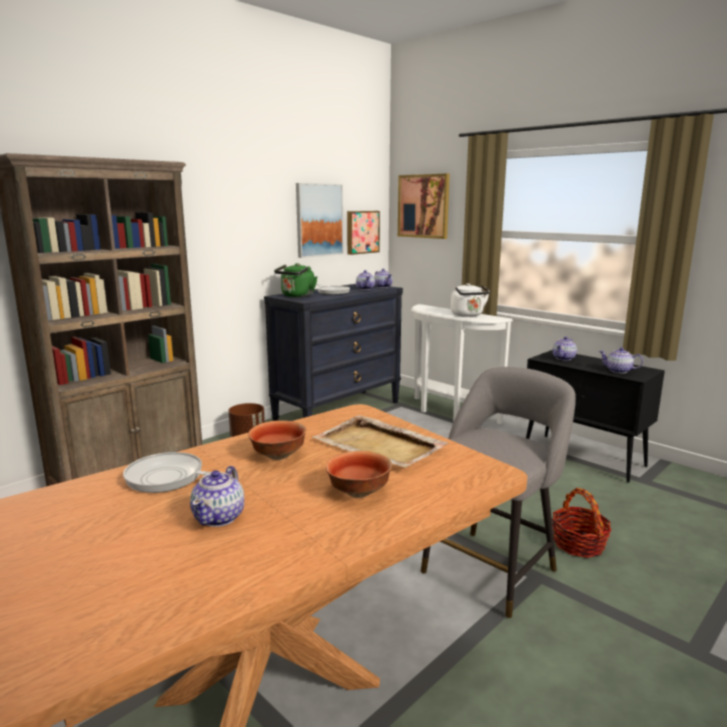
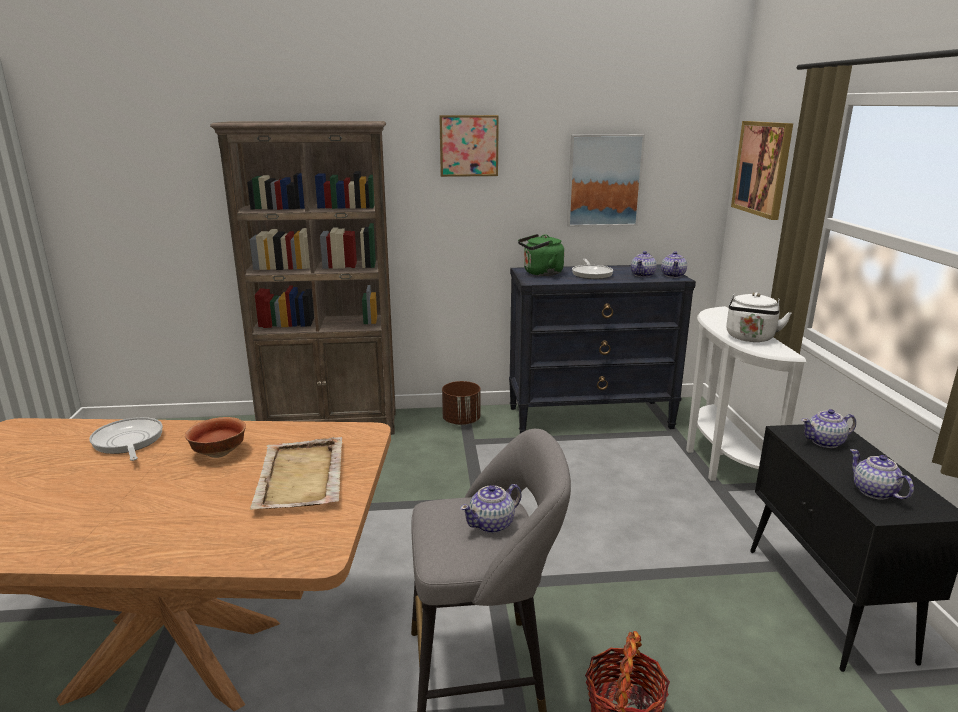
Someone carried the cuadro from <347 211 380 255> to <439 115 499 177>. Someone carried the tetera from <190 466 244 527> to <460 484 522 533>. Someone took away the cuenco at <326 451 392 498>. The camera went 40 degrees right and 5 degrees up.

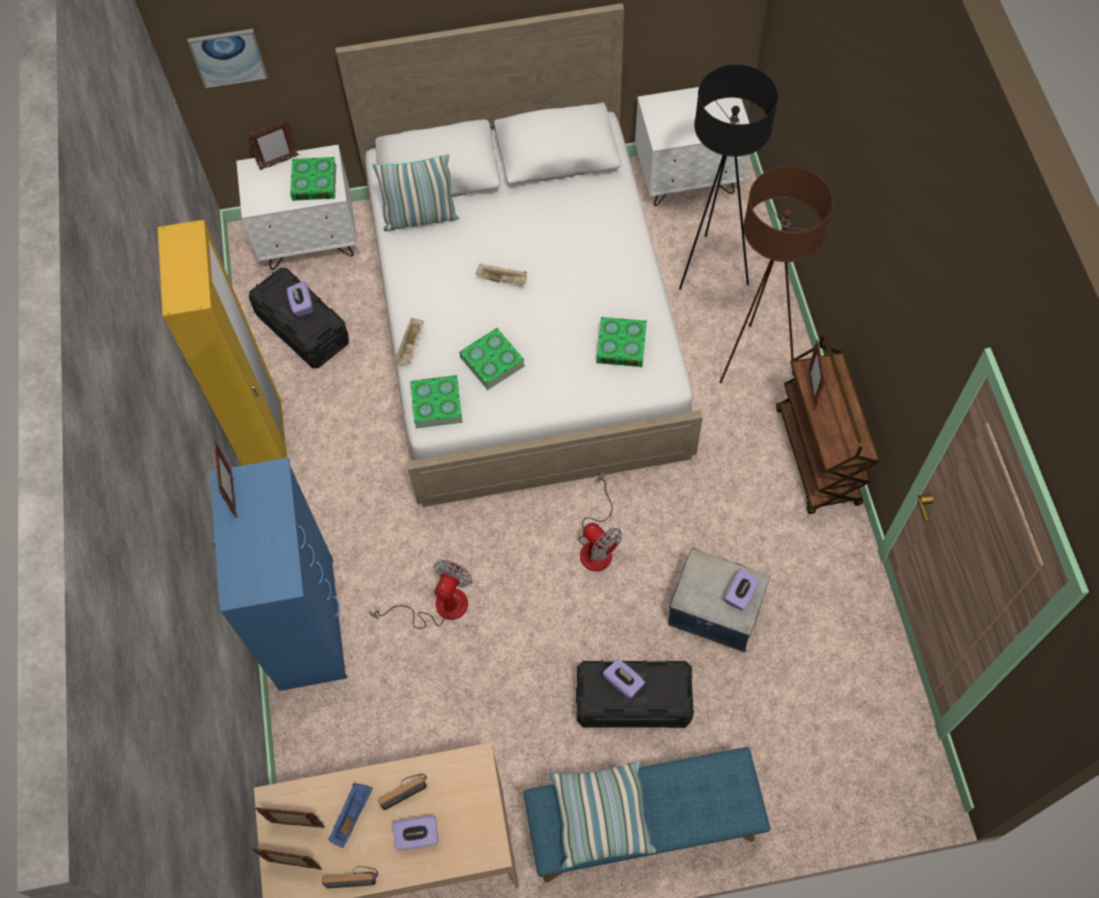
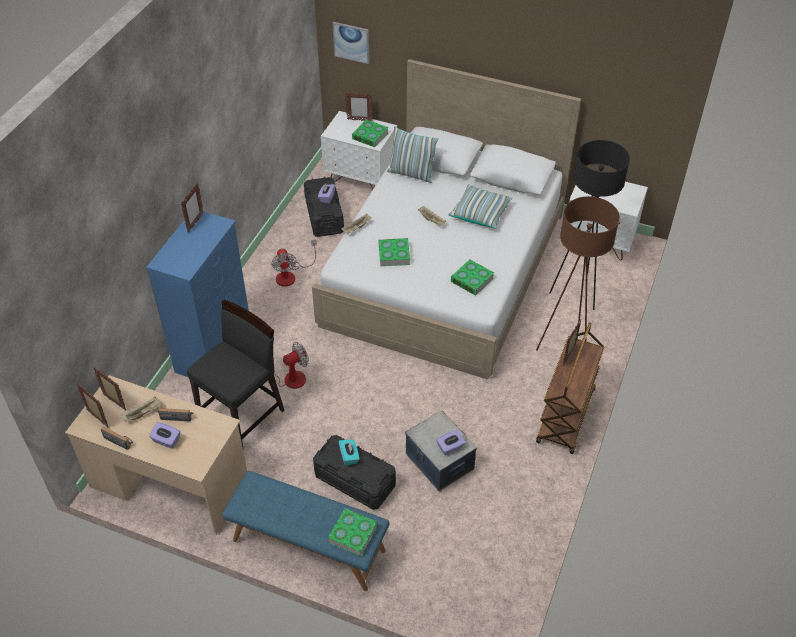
Someone repainted the bandeja/azul at <328 783 373 848>, which became the bandeja/beis at <122 396 162 422>. Someone put down the silla/negro at <187 300 285 447>. Someone carried the ventilador from <578 472 622 571> to <271 240 317 287>. Someone carried the libro from <410 375 463 428> to <328 508 378 557>. Someone repainted the caja de pañuelos/morado at <603 659 645 699>, which became the caja de pañuelos/turquesa at <339 439 359 466>. Someone carried the cojín from <550 760 656 869> to <448 184 513 229>. Someone took away the armario ropero/amarillo at <157 220 287 466>. The camera went 30 degrees right and 15 degrees down.

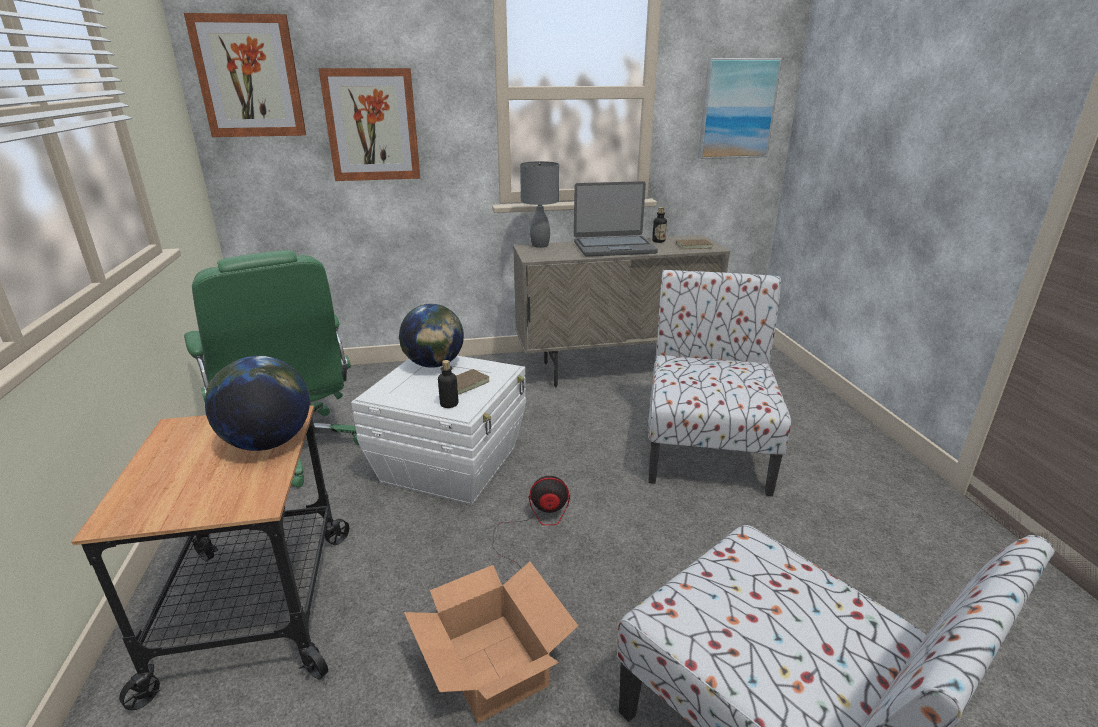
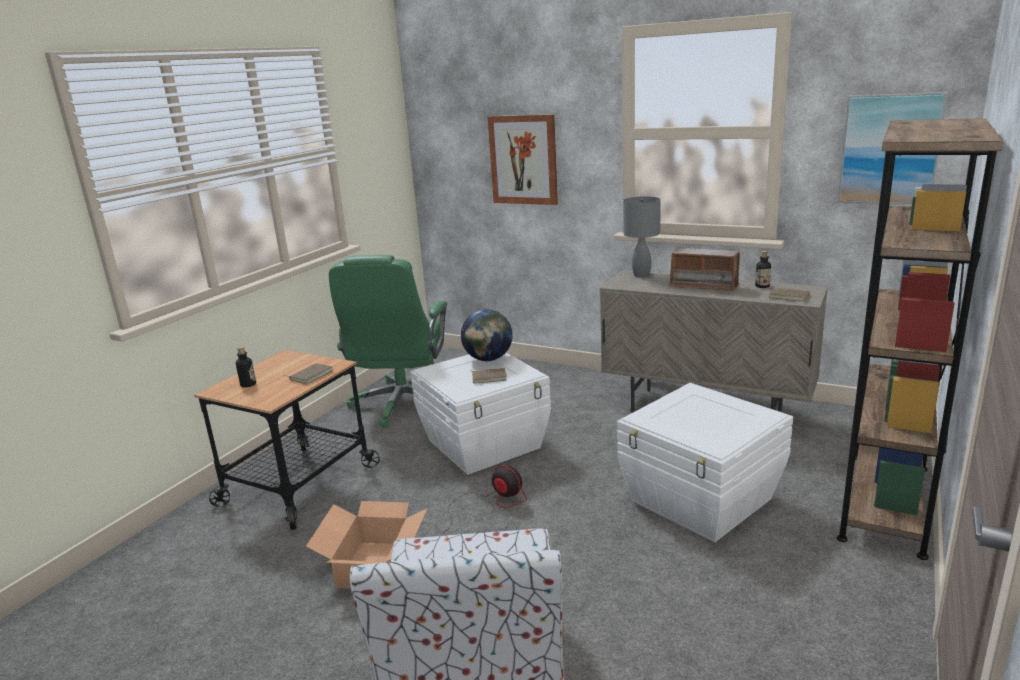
Someone carried the botella from <438 360 458 408> to <236 346 256 388>. Someone swapped the globo terráqueo at <205 356 311 451> for the libro/marrón at <286 363 333 384>. Someone swapped the silla at <648 270 791 496> for the caja de almacenaje/blanco at <617 383 793 542>. Someone swapped the portátil at <574 181 658 257> for the radio at <667 247 740 292>. Someone put down the estantería/marrón at <837 118 1004 560>. Someone took away the cuadro at <184 13 306 137>. The camera went 40 degrees right and 5 degrees down.

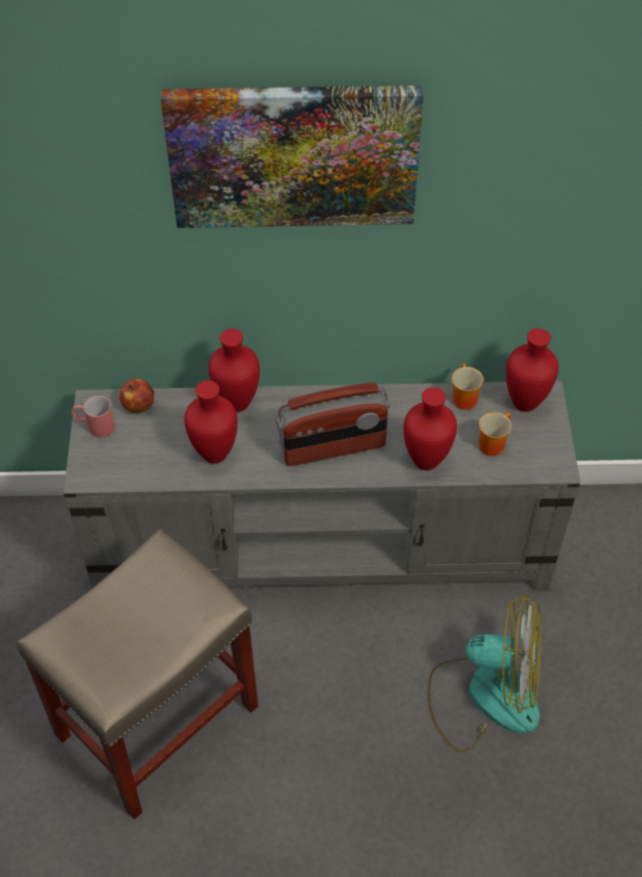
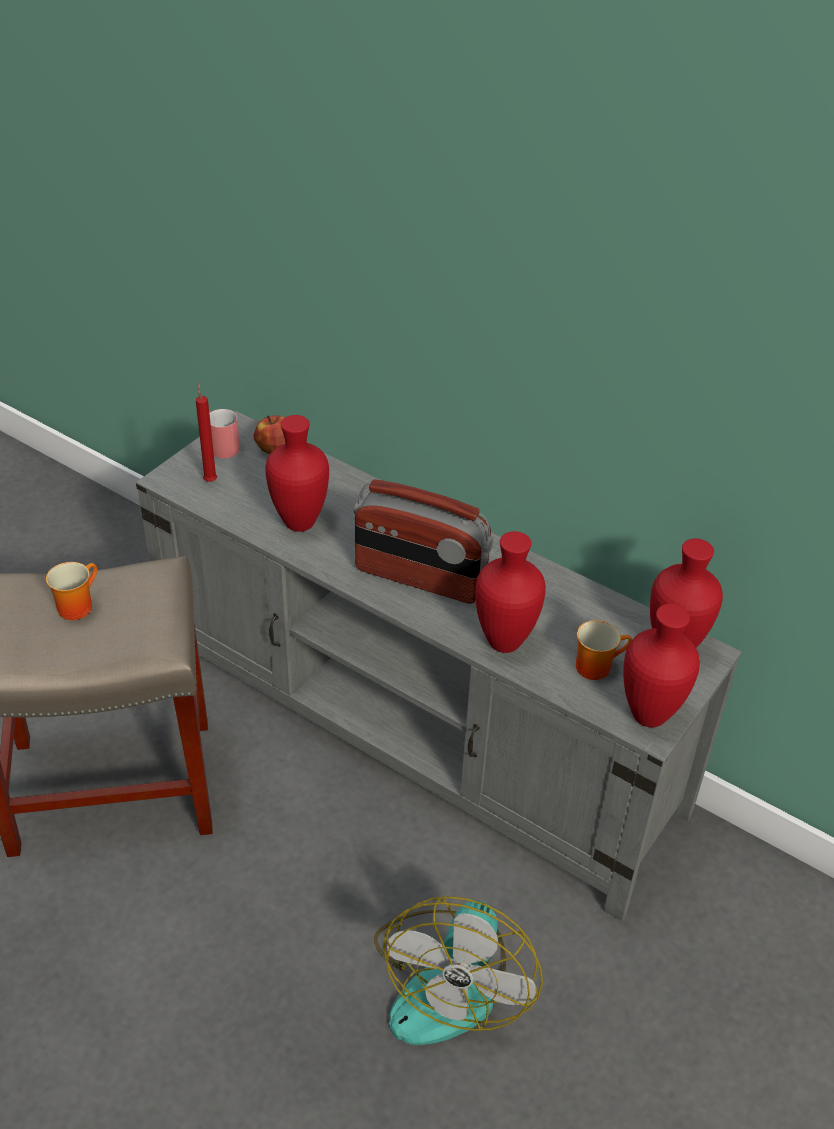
Someone carried the taza grande from <452 364 484 410> to <46 562 97 620>. Someone put down the vela/rojo at <196 382 217 482>. Someone rotated the ventilador at <427 595 541 753> by 60 degrees clockwise. Someone carried the florero/rojo from <208 329 260 412> to <623 604 700 728>. Someone took away the cuadro at <161 85 424 228>. The camera went 35 degrees right and 10 degrees down.

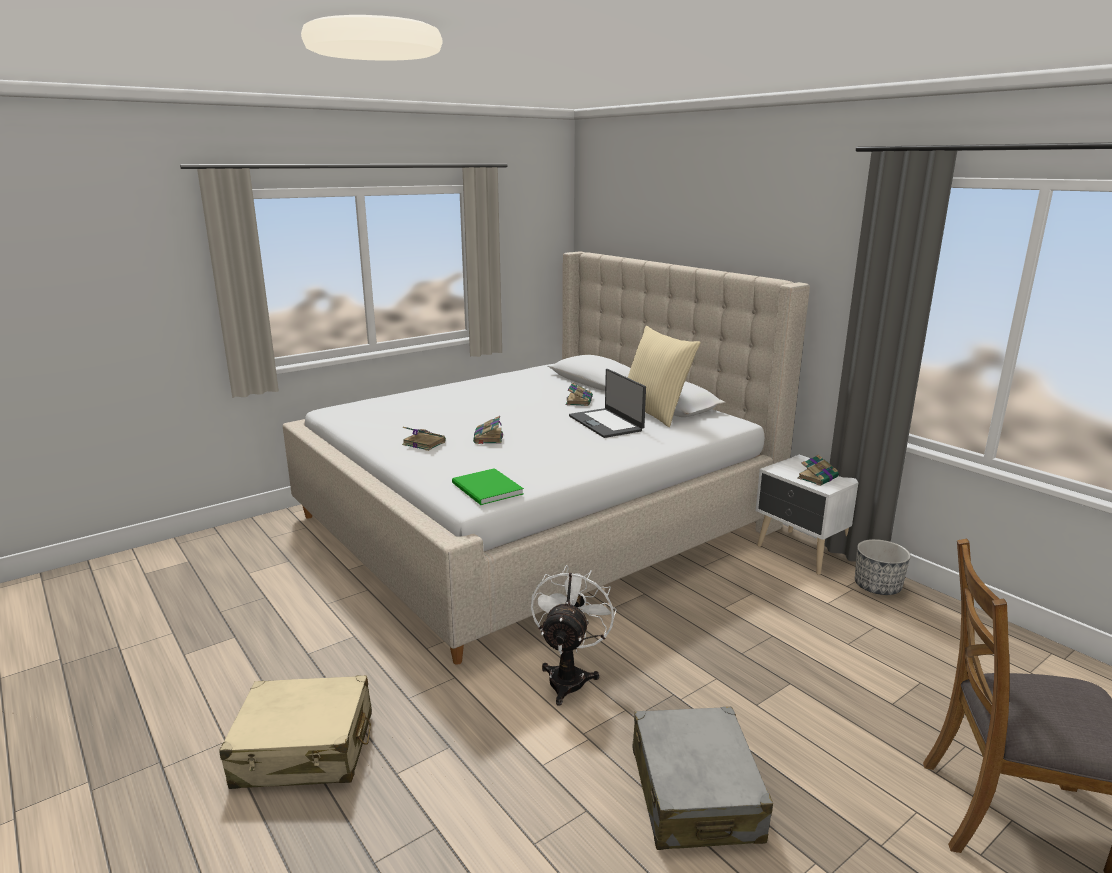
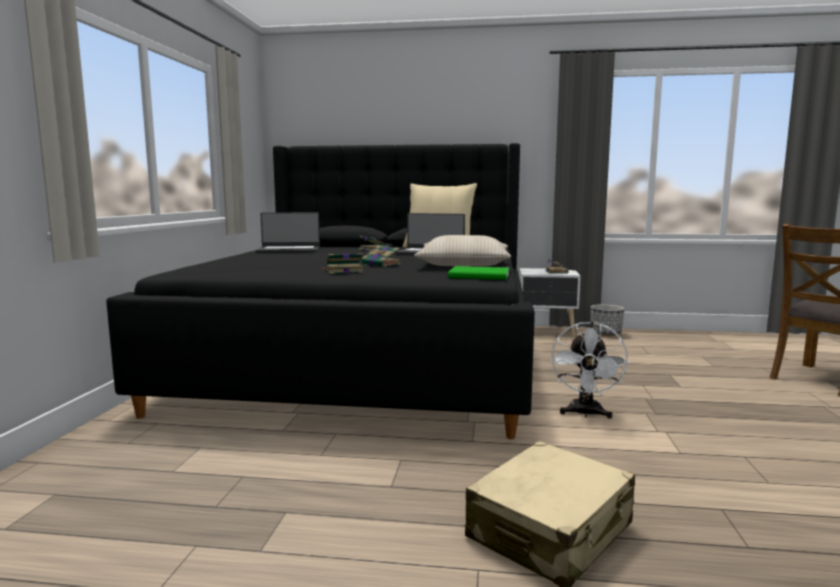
Someone repainted the cama/beis at <283 252 810 665>, which became the cama/negro at <106 143 535 439>. Someone put down the portátil at <256 212 320 252>. Someone put down the cojín/beis at <414 235 511 267>. Someone rotated the ventilador/blanco at <531 565 617 706> by 135 degrees counterclockwise. Someone took away the maleta/gris at <632 707 773 850>. The camera went 45 degrees left and 10 degrees down.

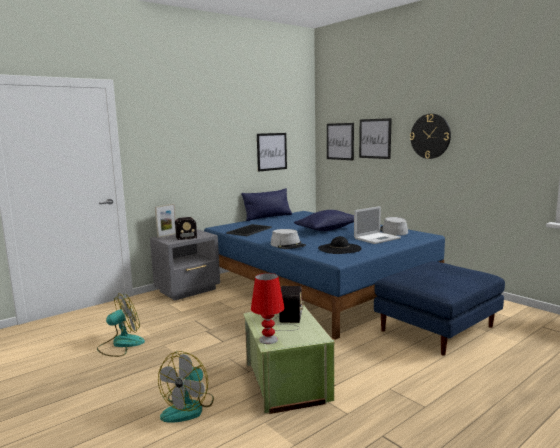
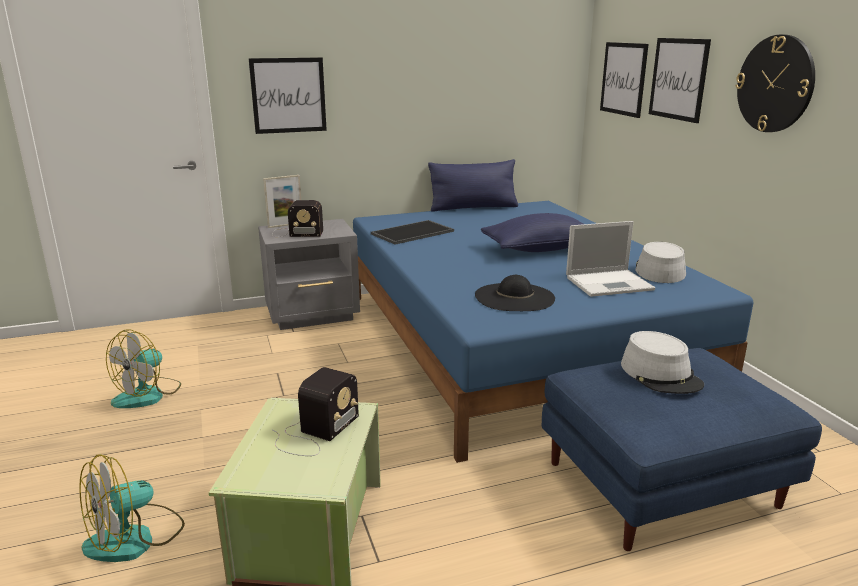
Someone rotated the ventilador at <97 293 145 357> by 135 degrees clockwise. Someone carried the cuadro from <257 133 287 172> to <249 57 327 134>. Someone carried the sombrero/gris from <270 229 306 249> to <621 331 704 394>. Someone took away the lámpara de mesa/rojo at <251 273 285 344>. The camera went 20 degrees right and 10 degrees up.

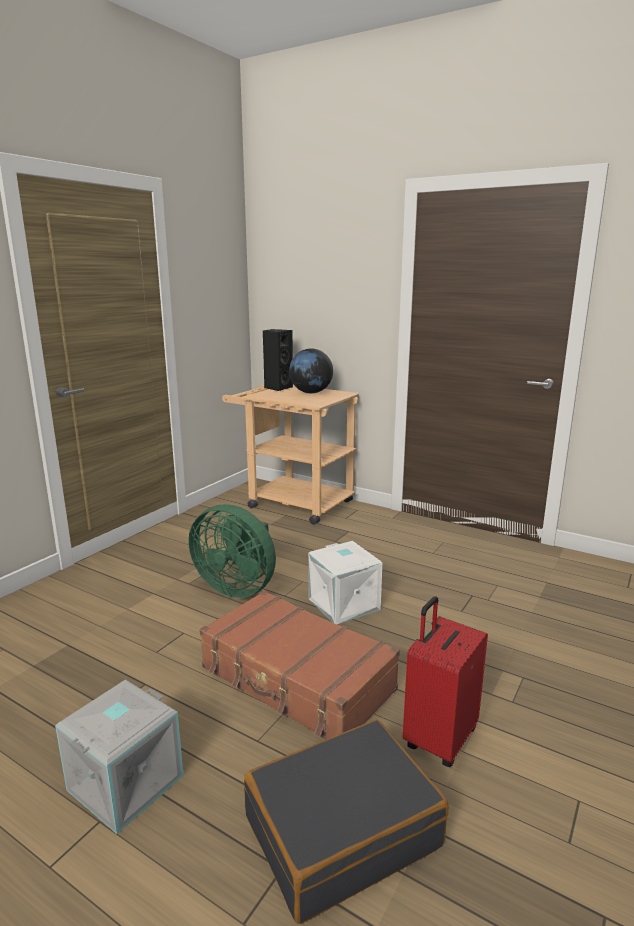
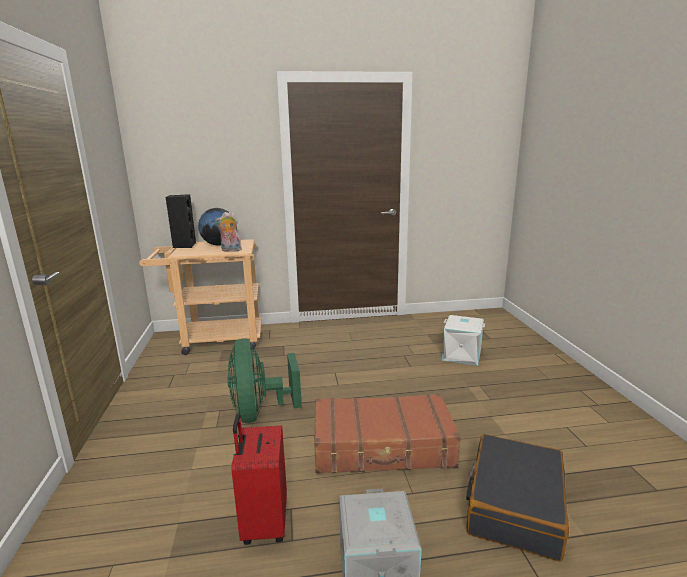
Someone put down the peluche at <215 212 242 252>. Someone rotated the ventilador/verde at <189 504 276 598> by 90 degrees clockwise. Someone carried the maleta/rojo from <403 596 488 767> to <231 413 287 545>. Someone carried the caja de almacenaje/blanco from <308 541 382 624> to <442 315 485 366>. The camera went 40 degrees left and 0 degrees up.

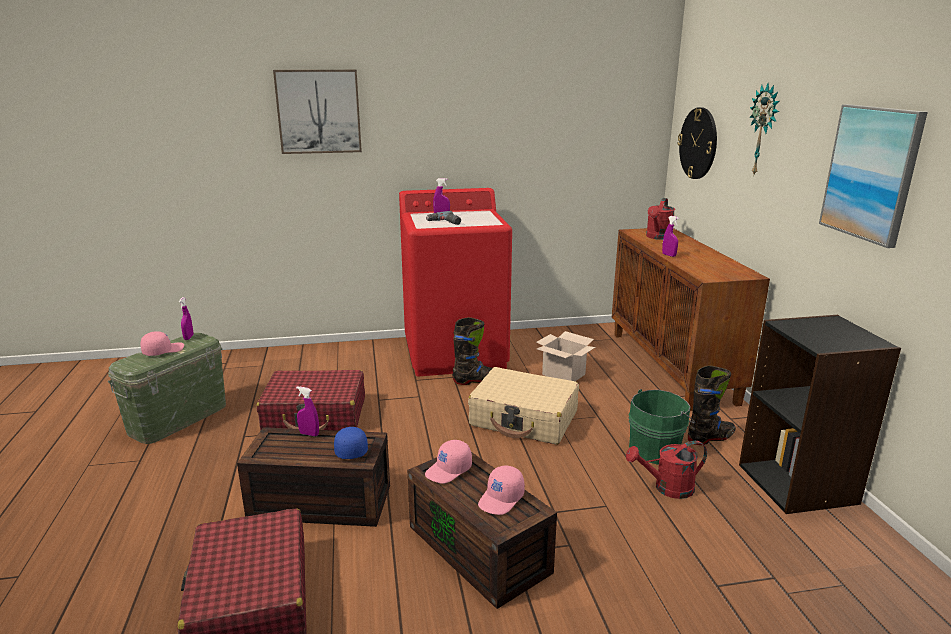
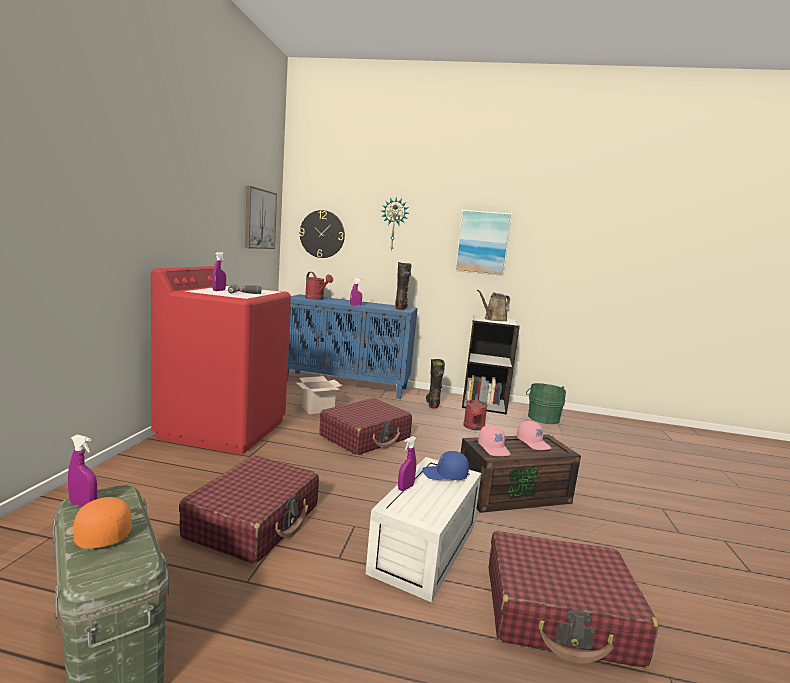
Someone repainted the gorra/rosa at <140 331 184 356>, which became the gorra/naranja at <73 497 132 548>. Someone carried the cuadro from <273 70 362 154> to <245 186 277 249>. Someone repainted the armario/marrón at <612 228 770 411>, which became the armario/azul at <287 294 417 399>. Someone repainted the maleta/beis at <468 367 579 445>, which became the maleta/rojo at <319 398 412 455>. Someone repainted the caja de almacenaje/marrón at <237 427 390 527>, which became the caja de almacenaje/blanco at <365 457 481 602>. Someone carried the bota/negro from <453 317 492 385> to <395 262 412 310>. Someone put down the regadera/marrón at <477 290 510 321>. Someone carried the cubo/verde from <629 389 695 464> to <526 383 566 424>. The camera went 70 degrees left and 10 degrees down.

